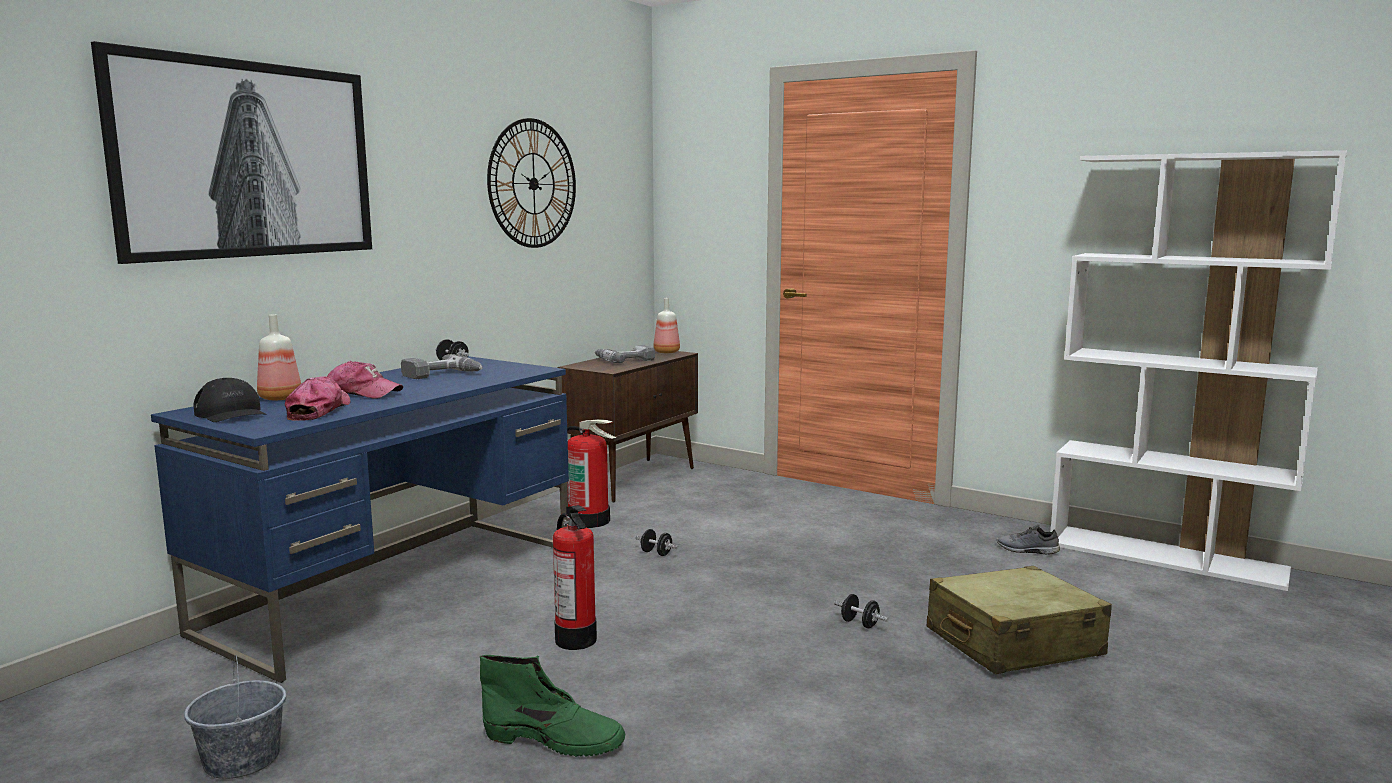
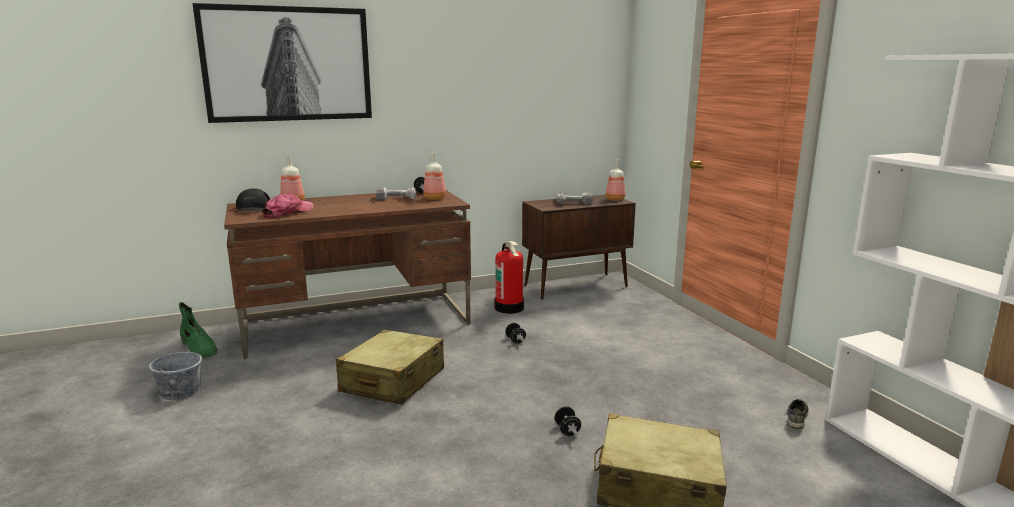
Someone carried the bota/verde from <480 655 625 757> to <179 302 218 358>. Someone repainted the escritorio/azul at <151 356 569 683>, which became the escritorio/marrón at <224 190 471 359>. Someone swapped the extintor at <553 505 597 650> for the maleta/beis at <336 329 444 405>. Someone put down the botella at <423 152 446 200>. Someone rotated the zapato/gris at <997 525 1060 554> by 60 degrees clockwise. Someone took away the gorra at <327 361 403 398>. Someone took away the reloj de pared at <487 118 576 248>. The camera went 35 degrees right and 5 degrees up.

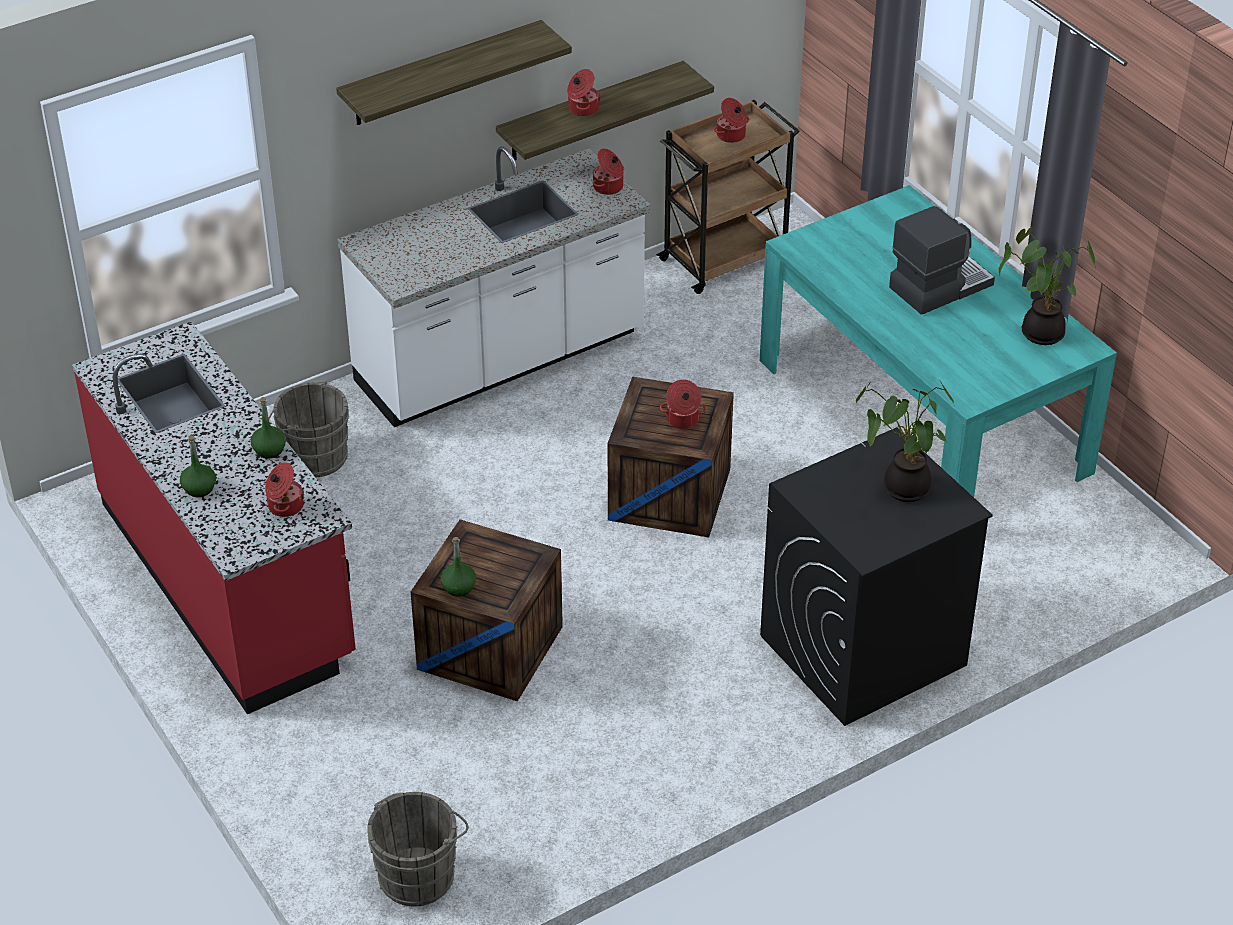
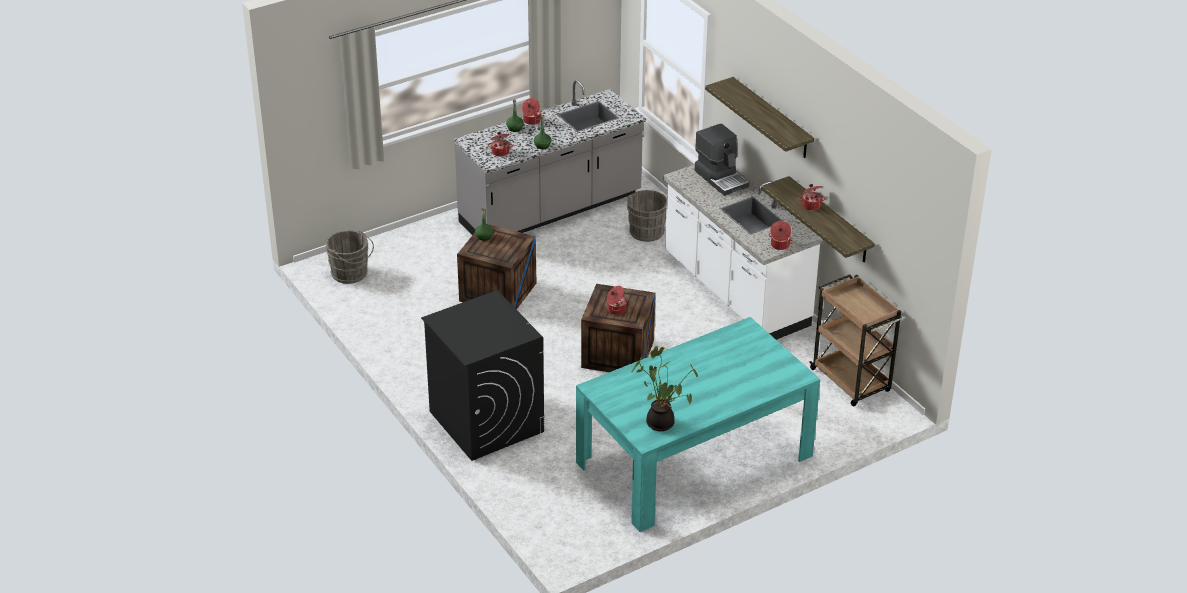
Someone repainted the mueble bajo de cocina/rojo at <72 322 356 715>, which became the mueble bajo de cocina/gris at <453 80 646 235>. Someone carried the olla from <714 98 749 143> to <522 98 541 125>. Someone carried the cafetera from <889 206 995 315> to <695 123 749 196>. Someone took away the planta en maceta at <856 381 954 502>. The camera went 90 degrees right and 5 degrees down.

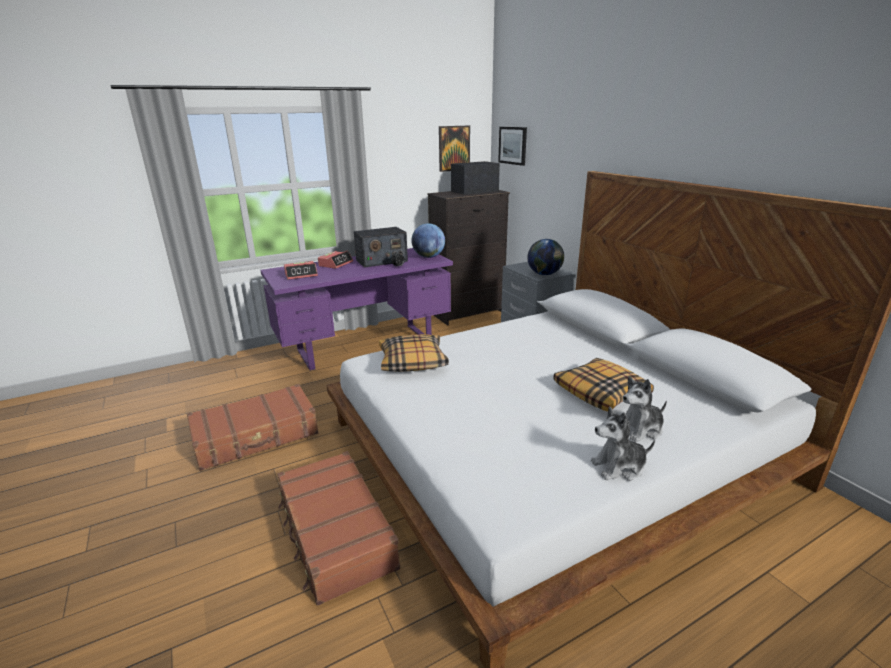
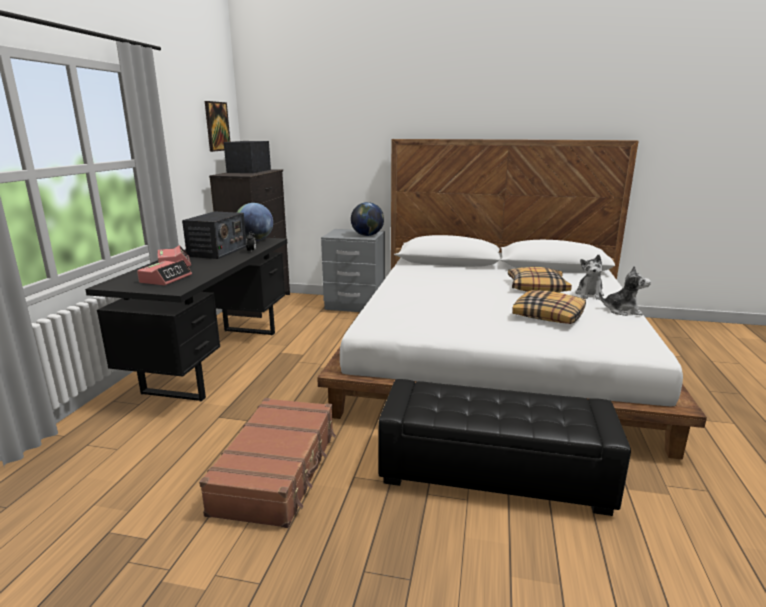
Someone repainted the escritorio/morado at <260 248 453 371>, which became the escritorio/negro at <85 238 287 402>. Someone swapped the maleta/marrón at <277 451 400 606> for the puf/negro at <378 379 631 516>. Someone carried the cojín from <379 334 449 372> to <512 290 586 324>. Someone rotated the peluche at <591 407 655 481> by 105 degrees counterclockwise. Someone took away the cuadro at <498 127 527 166>. The camera went 50 degrees left and 5 degrees down.

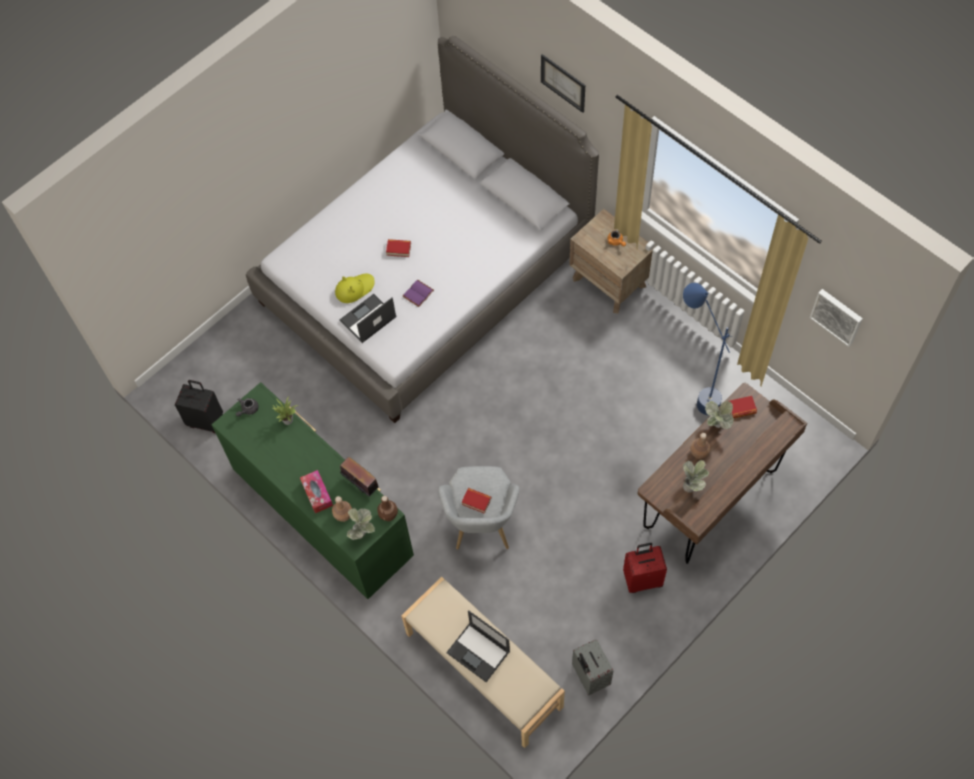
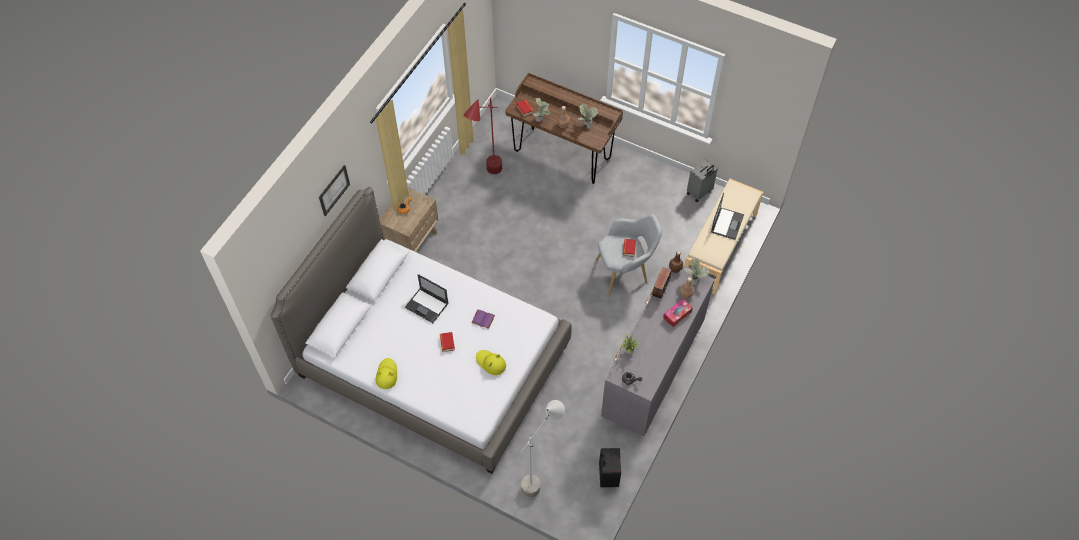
Someone put down the sombrero/amarillo at <376 358 397 389>. Someone carried the portátil from <340 294 396 343> to <405 274 449 323>. Someone repainted the lámpara de pie/azul at <683 283 732 415>, which became the lámpara de pie/rojo at <464 98 502 174>. Someone put down the lámpara de pie/gris at <521 400 565 498>. Someone repainted the cómoda/verde at <212 382 414 599>, which became the cómoda/gris at <601 265 715 436>. Someone took away the maleta/rojo at <623 543 667 593>. Someone took away the cuadro at <810 289 863 347>. The camera went 110 degrees left and 5 degrees down.

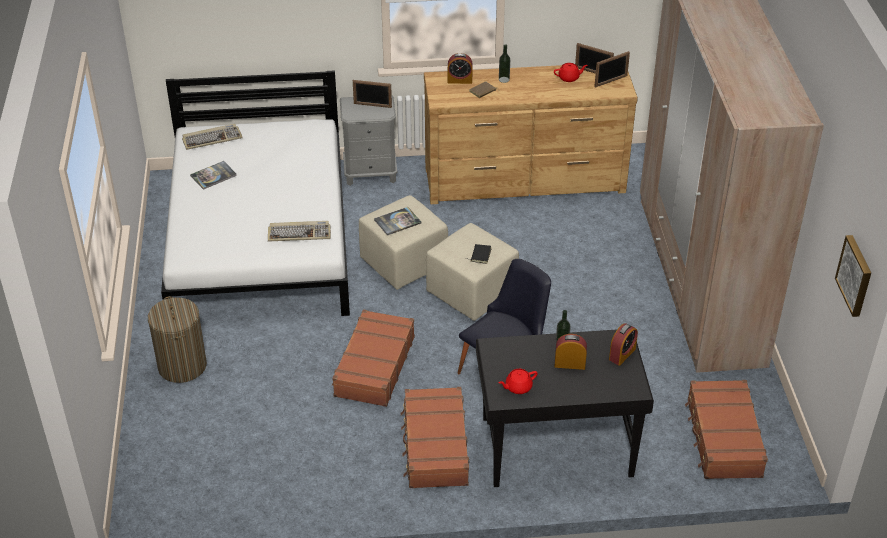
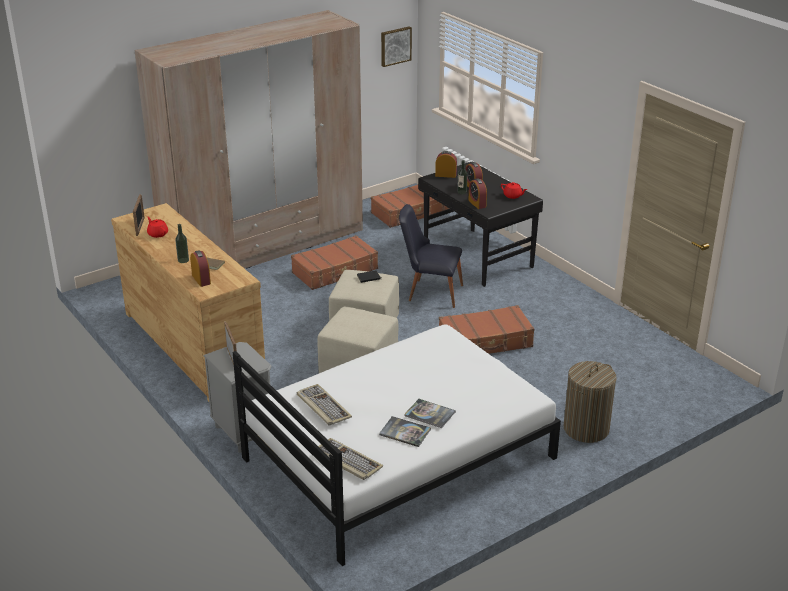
Someone carried the maleta/marrón from <401 387 469 488> to <291 235 378 290>. Someone carried the teclado from <268 221 331 242> to <297 384 352 426>. Someone carried the libro from <374 207 422 235> to <404 399 456 428>. Someone put down the despertador at <468 178 487 209>. Someone took away the portarretratos at <594 51 630 88>. The camera went 120 degrees left and 10 degrees down.

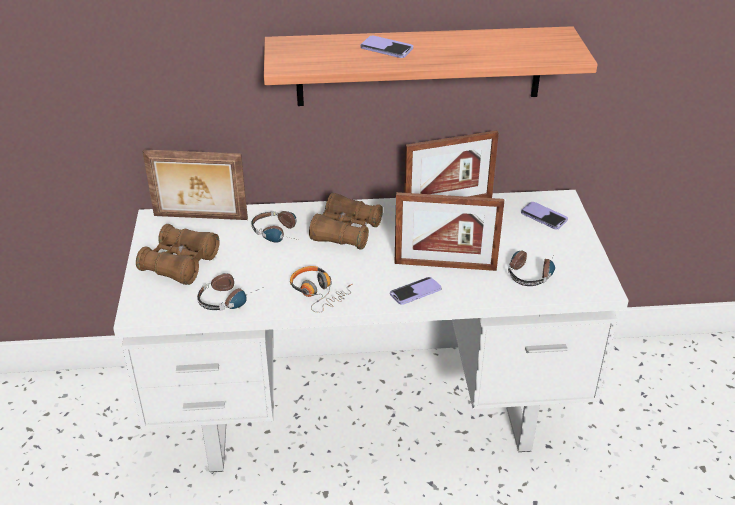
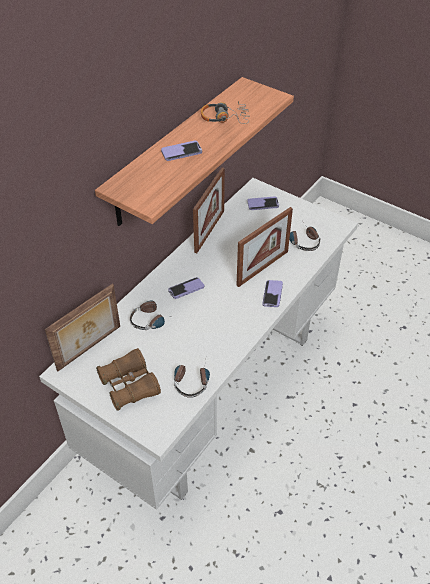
Someone swapped the prismáticos/marrón at <309 193 383 250> for the móvil at <168 277 204 299>. Someone carried the auriculares from <290 266 352 313> to <201 101 250 124>. The camera went 50 degrees left and 10 degrees up.

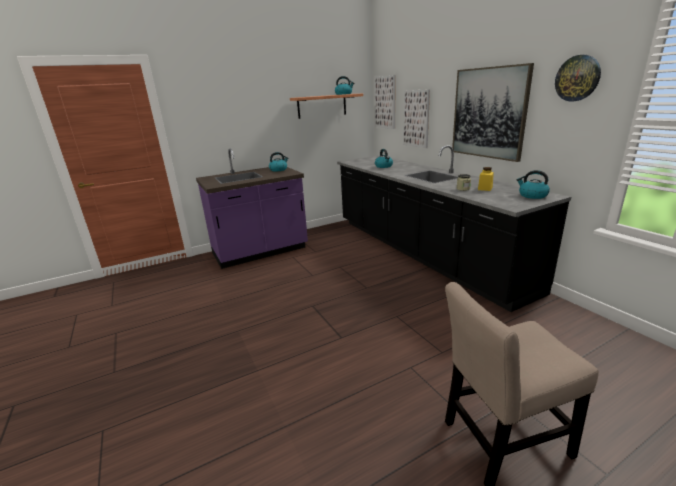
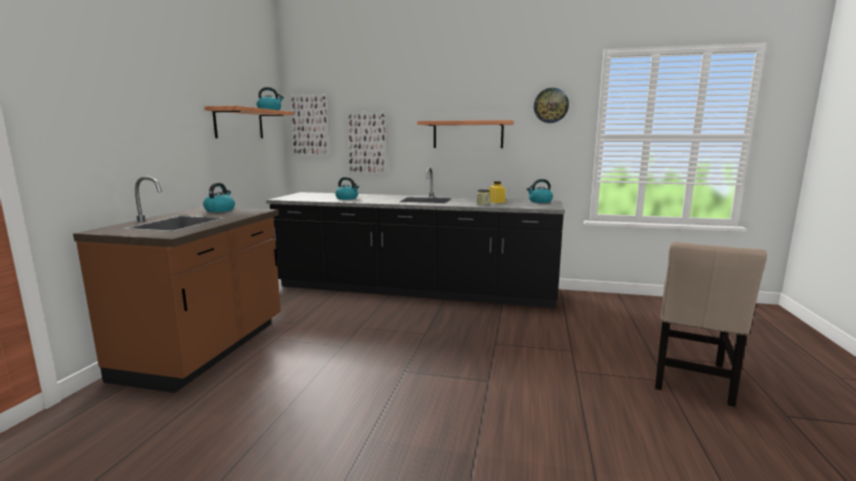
Someone repainted the mueble bajo de cocina/morado at <196 149 308 269>, which became the mueble bajo de cocina/marrón at <73 176 281 393>. Someone swapped the cuadro at <452 63 534 162> for the estante at <417 120 514 148>. The camera went 50 degrees left and 10 degrees down.

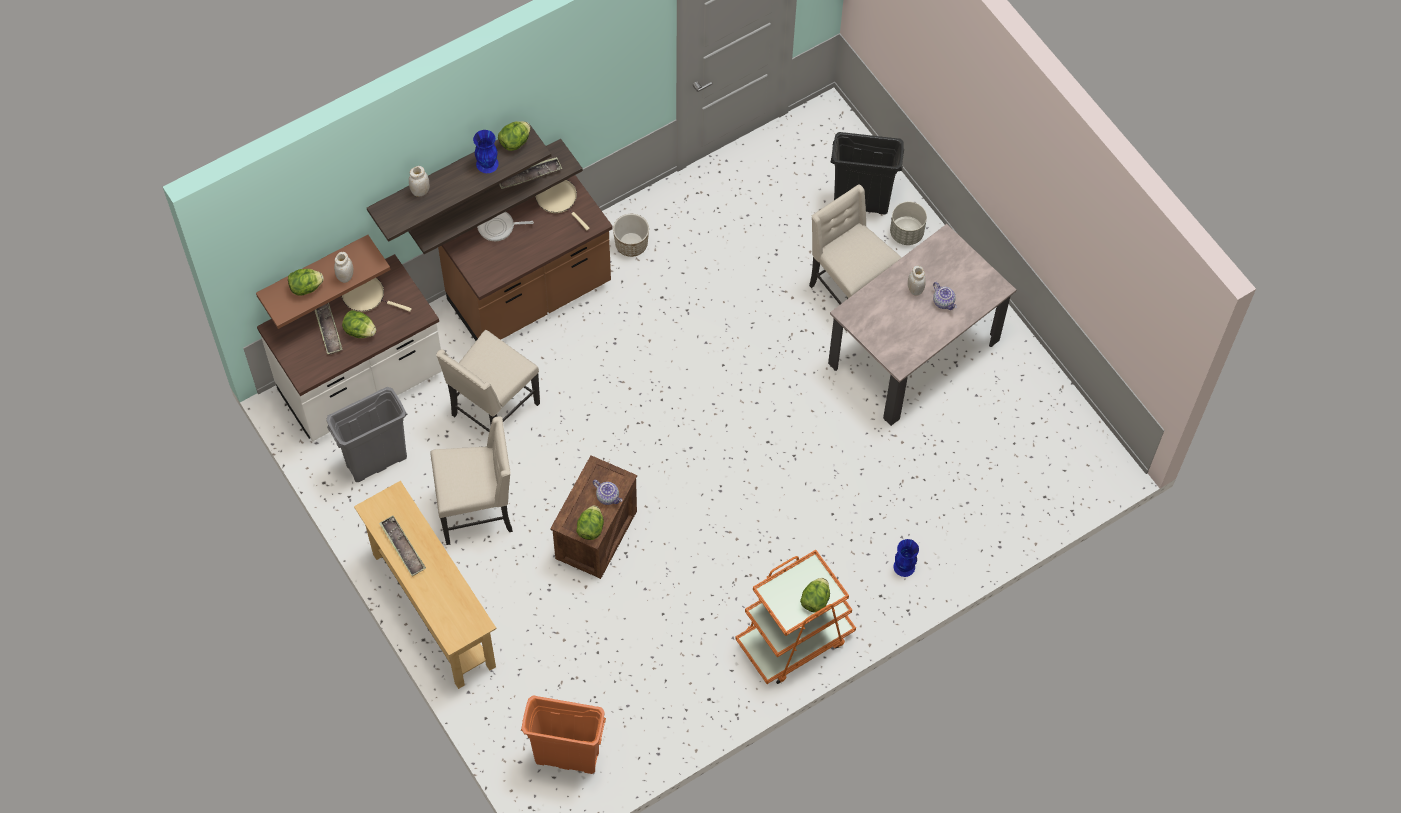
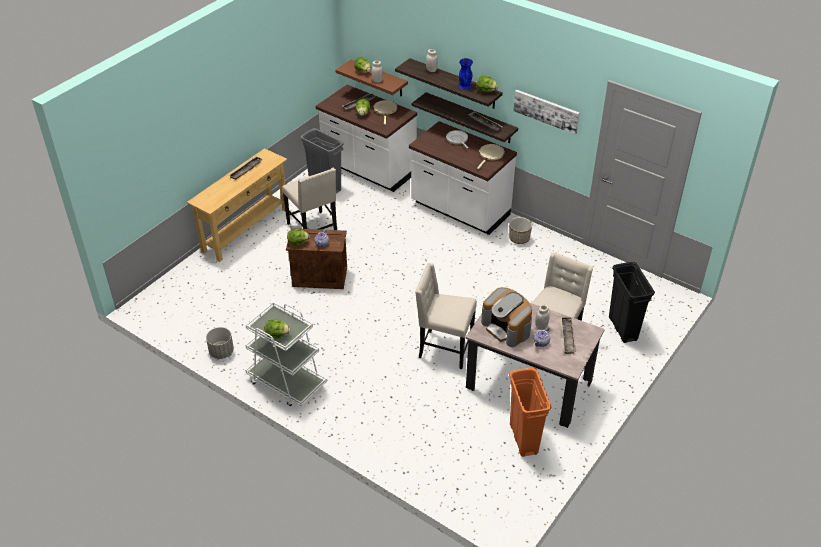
Someone carried the maceta/gris from <890 202 927 245> to <206 327 234 359>. Someone repainted the carrito/naranja at <735 550 856 684>, which became the carrito/blanco at <245 302 327 406>. Someone repainted the mueble bajo de cocina/marrón at <438 175 613 341>, which became the mueble bajo de cocina/blanco at <409 121 517 235>. Someone carried the silla/beis from <436 330 540 432> to <415 263 477 369>. Someone put down the cafetera at <481 287 532 347>. Someone carried the papelera/naranja from <521 695 606 774> to <509 368 552 457>. Someone put up the cuadro at <513 90 580 135>. Someone put down the bandeja at <560 317 576 354>. Someone took away the florero/azul at <893 539 919 577>. The camera went 70 degrees right and 20 degrees down.

